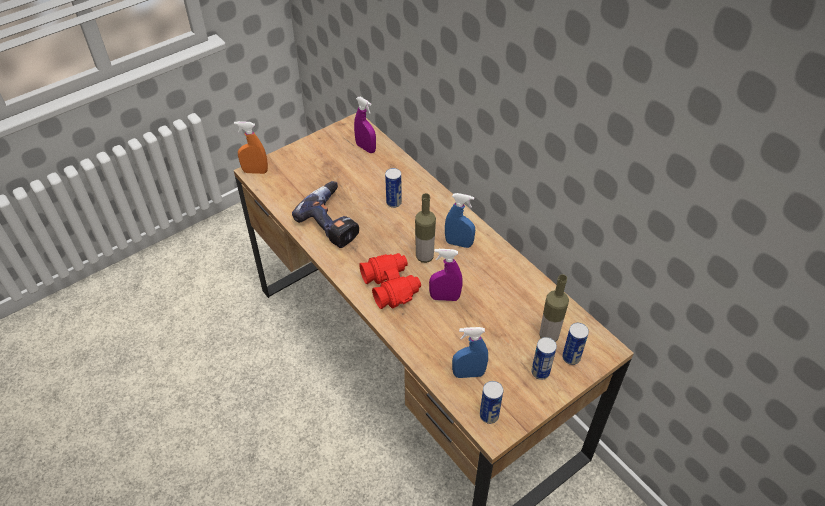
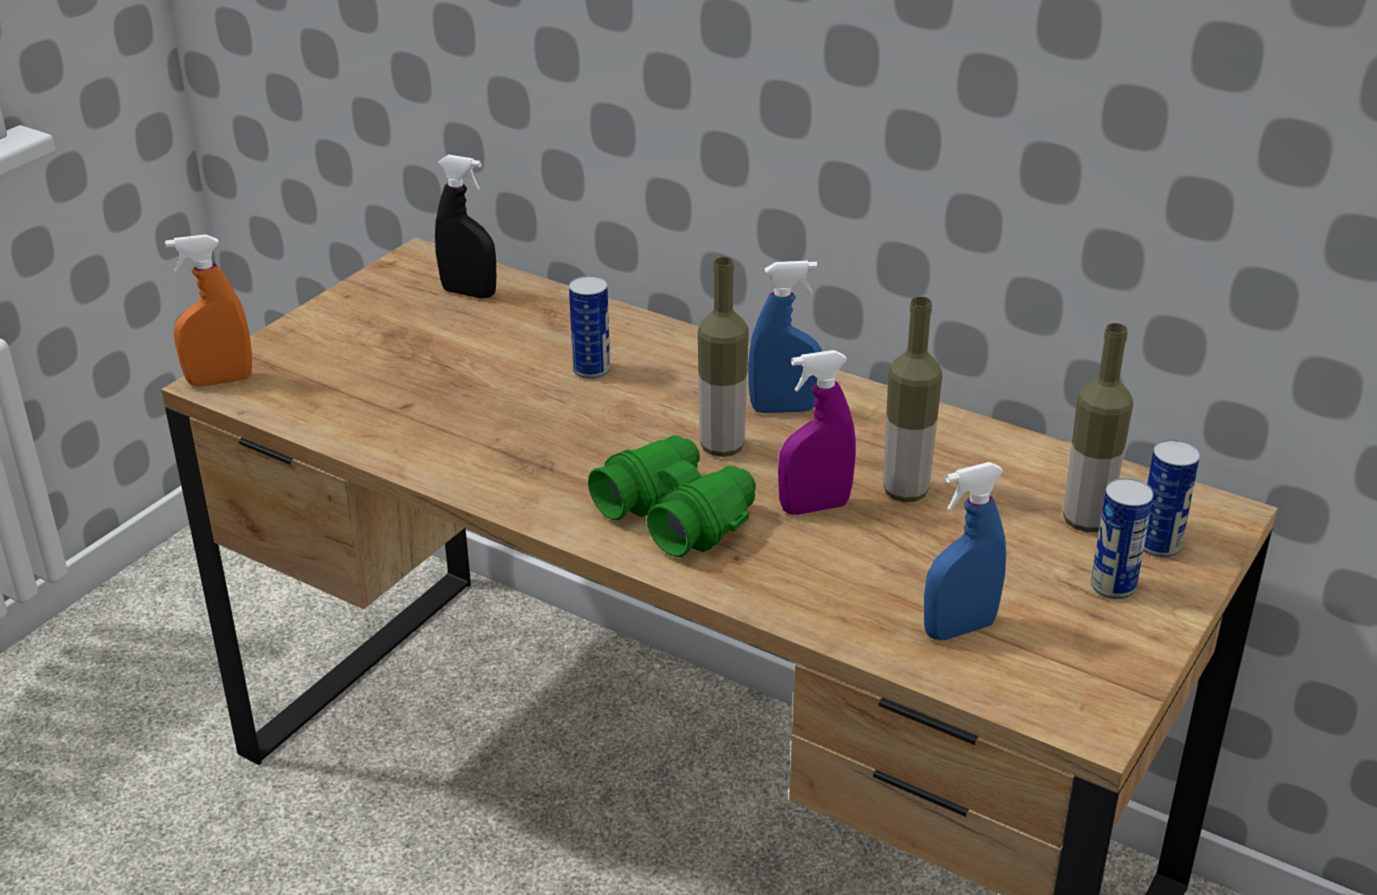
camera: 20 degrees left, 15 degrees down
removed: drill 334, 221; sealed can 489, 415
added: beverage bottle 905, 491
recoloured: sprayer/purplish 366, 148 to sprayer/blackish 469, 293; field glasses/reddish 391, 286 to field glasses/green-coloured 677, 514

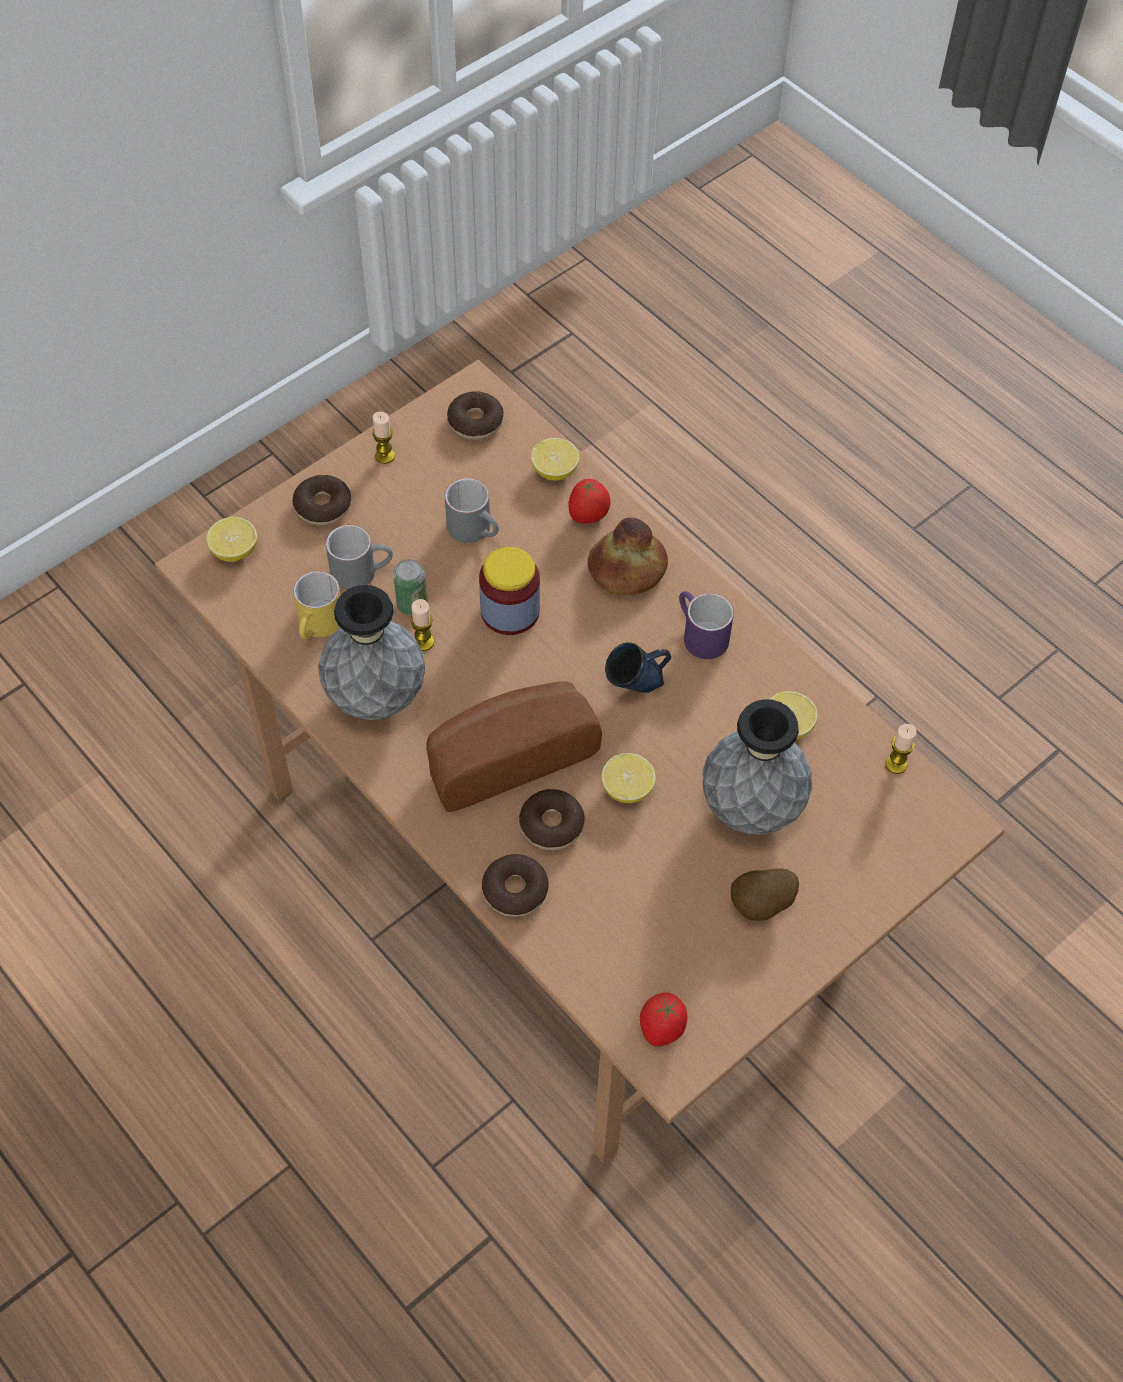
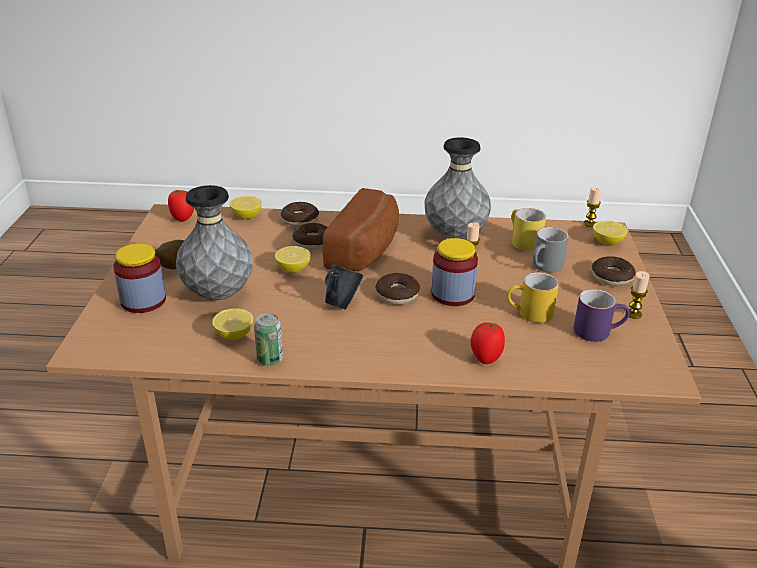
camera: 135 degrees right, 25 degrees down
removed: bread 627, 570
added: preserve jar 143, 301
moved: ring doughnut 475, 422 to 397, 295; lemon 555, 471 to 246, 216; sealed can 412, 604 to 270, 359; tea mug/purplish 698, 635 to 598, 331; candle 896, 764 to 589, 224
recoloured: tea mug/grey 476, 530 to tea mug/yellow 529, 314

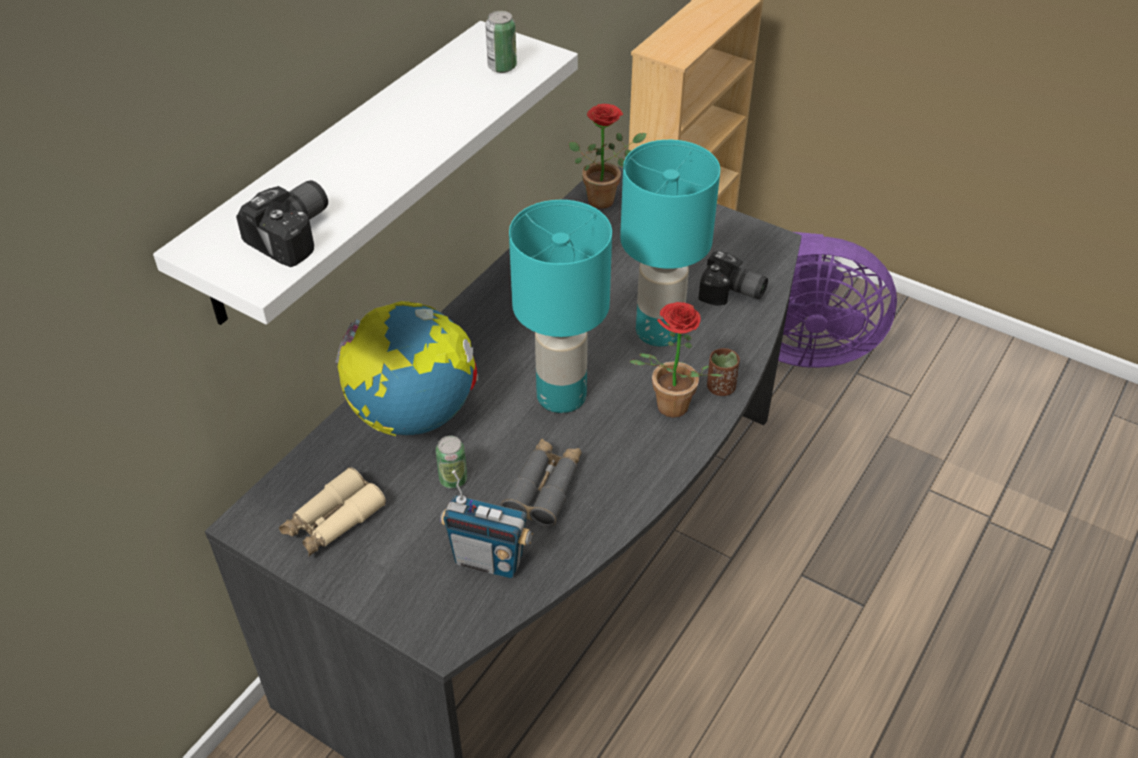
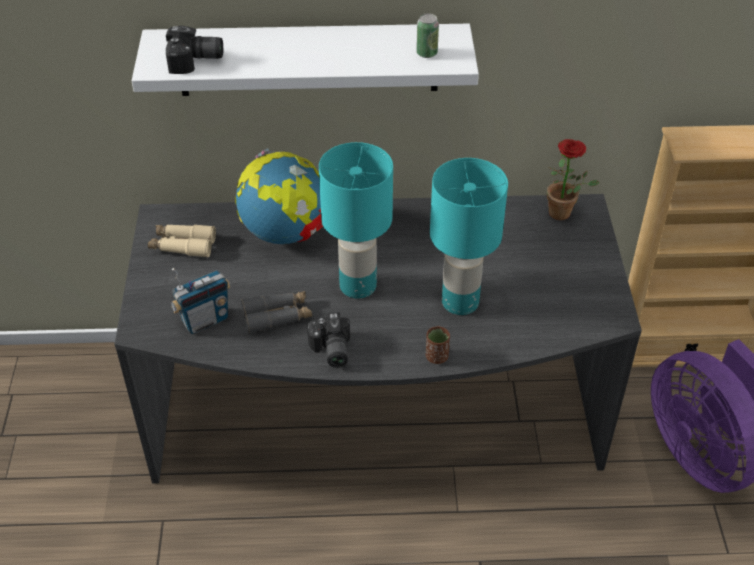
camera: 55 degrees right, 0 degrees up
removed: potted plant 668, 410; sealed can 453, 479
moved: photo camera 731, 294 to 330, 351
turned: radio 489, 560 = 205, 320 105 degrees counterclockwise

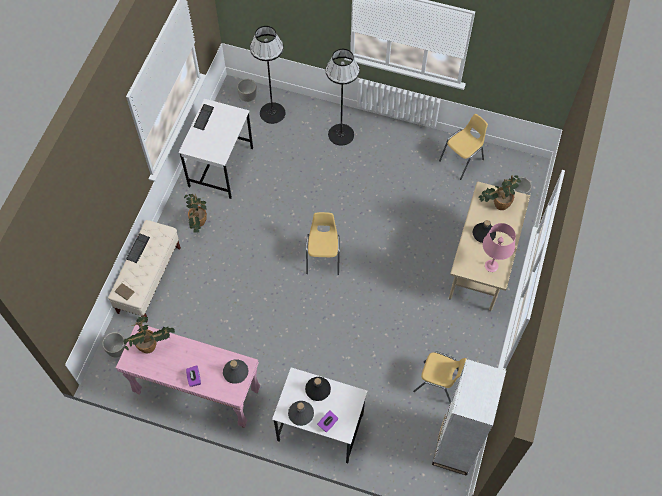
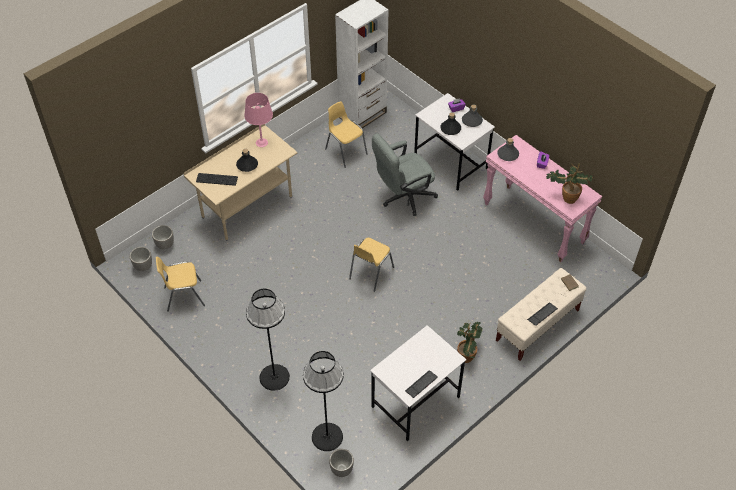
camera: 150 degrees left, 10 degrees down
added: computer chair/grey 403, 197
moved: plant pot 117, 350 to 143, 266
replaced: potted plant 497, 204 to computer keyboard 216, 180

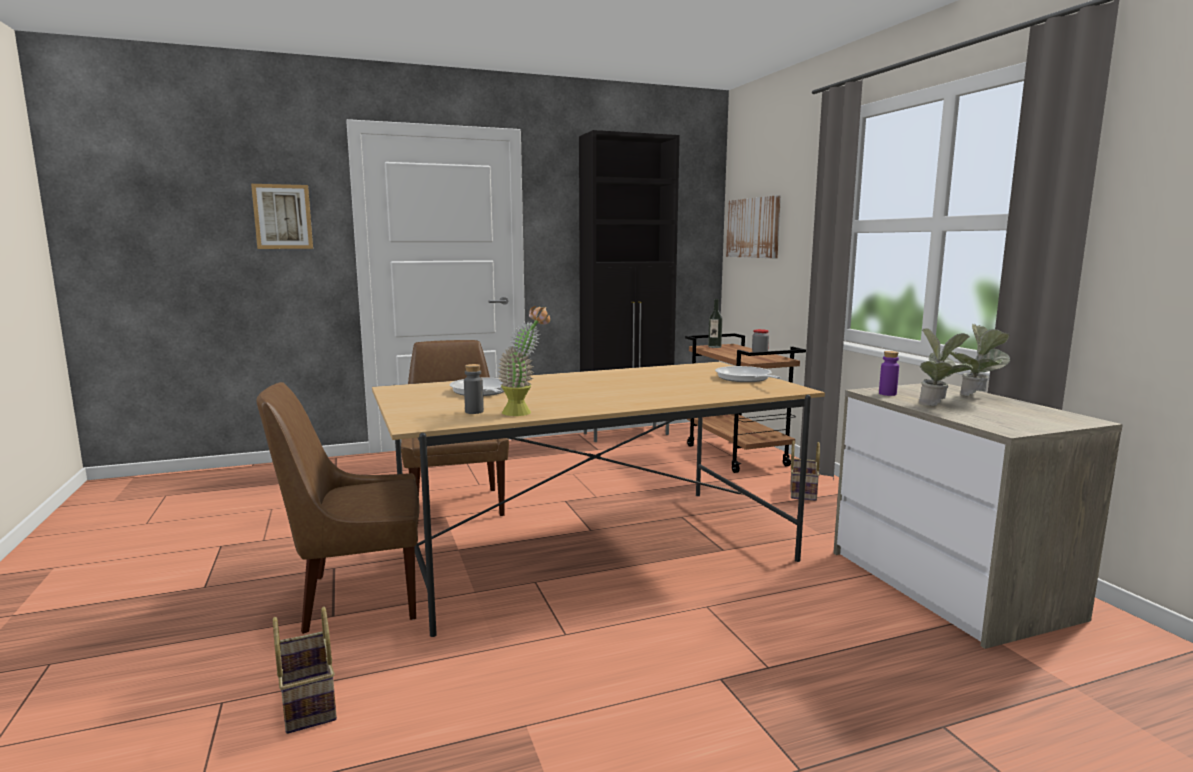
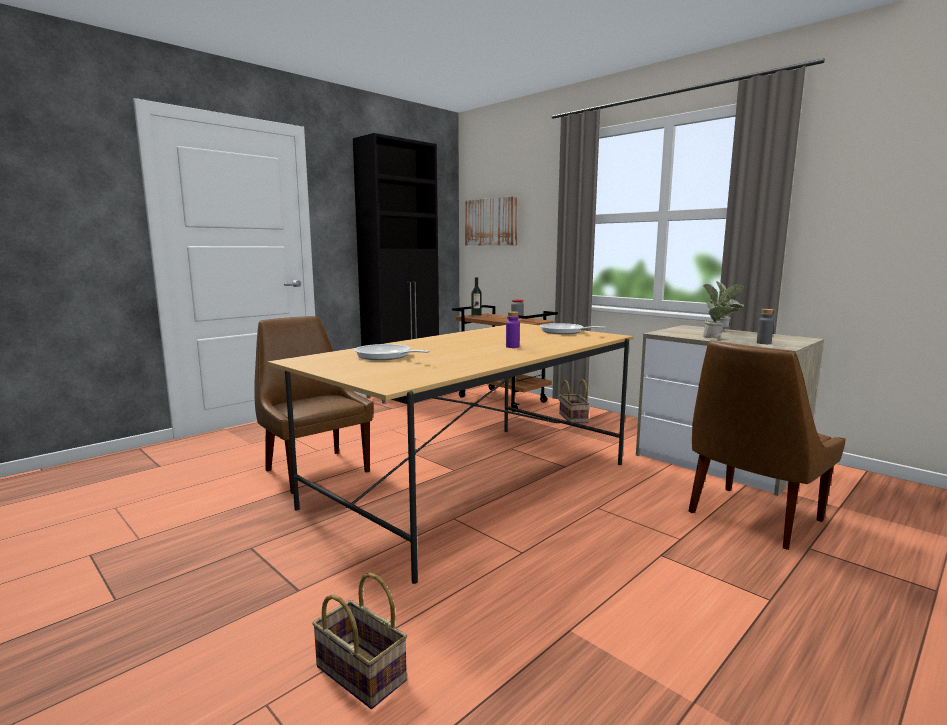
camera: 25 degrees left, 0 degrees up
removed: wall picture 283, 217; potted plant 524, 412
moved: beverage bottle/purplish 887, 394 to 512, 347; beverage bottle/grey 474, 411 to 763, 343; chair/brownish 356, 597 to 751, 518

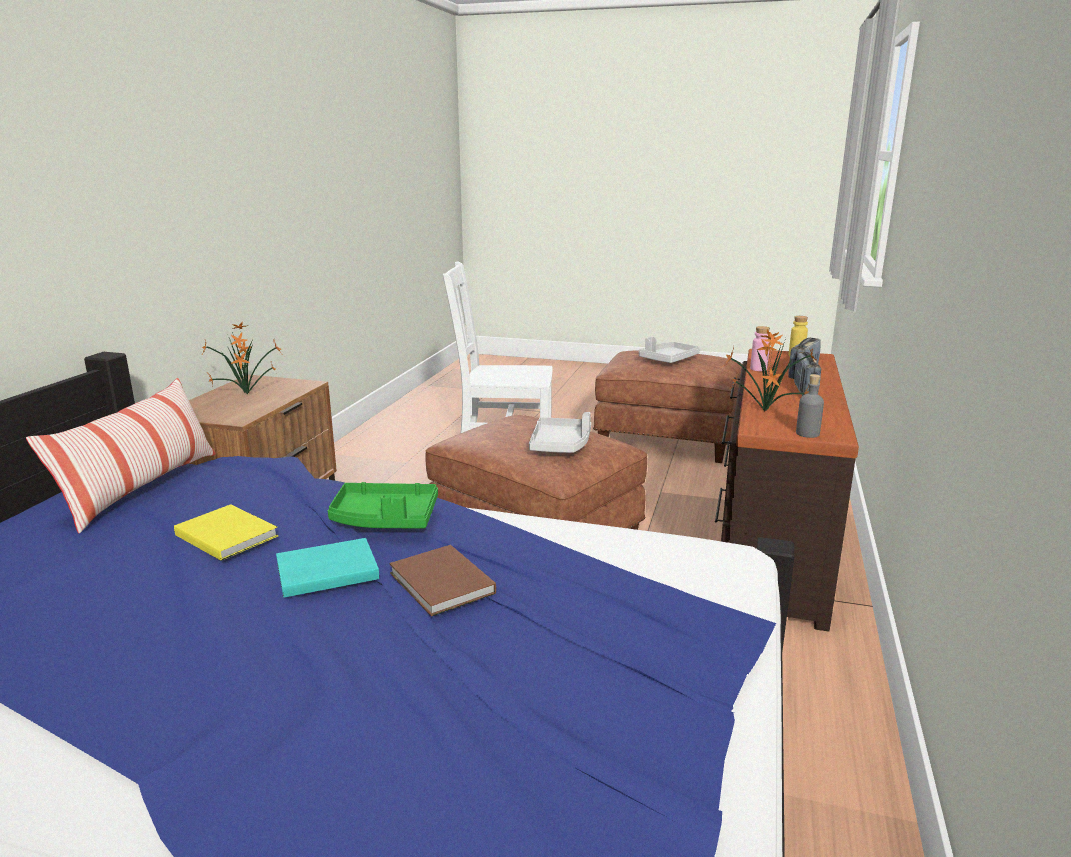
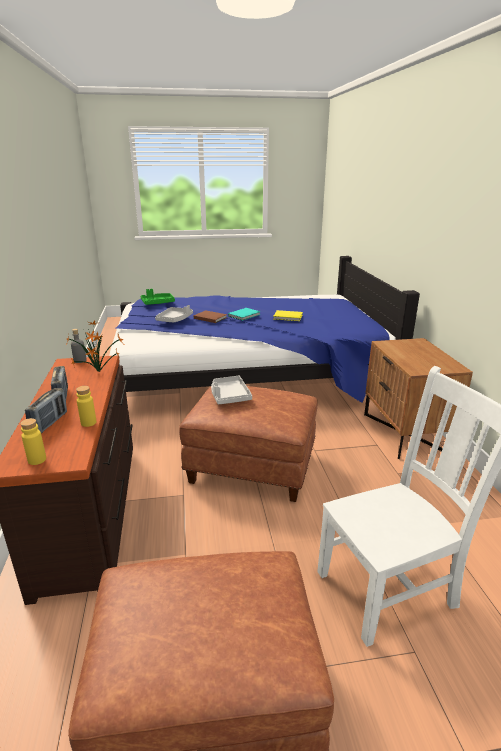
camera: 155 degrees right, 5 degrees up
removed: potted plant 249, 394; throw pillow 142, 488
moved: tray/grey 668, 359 to 175, 319; tray/green-coloured 385, 519 to 157, 303
recoloured: beverage bottle/pink-coloured 758, 369 to beverage bottle/yellow 88, 423

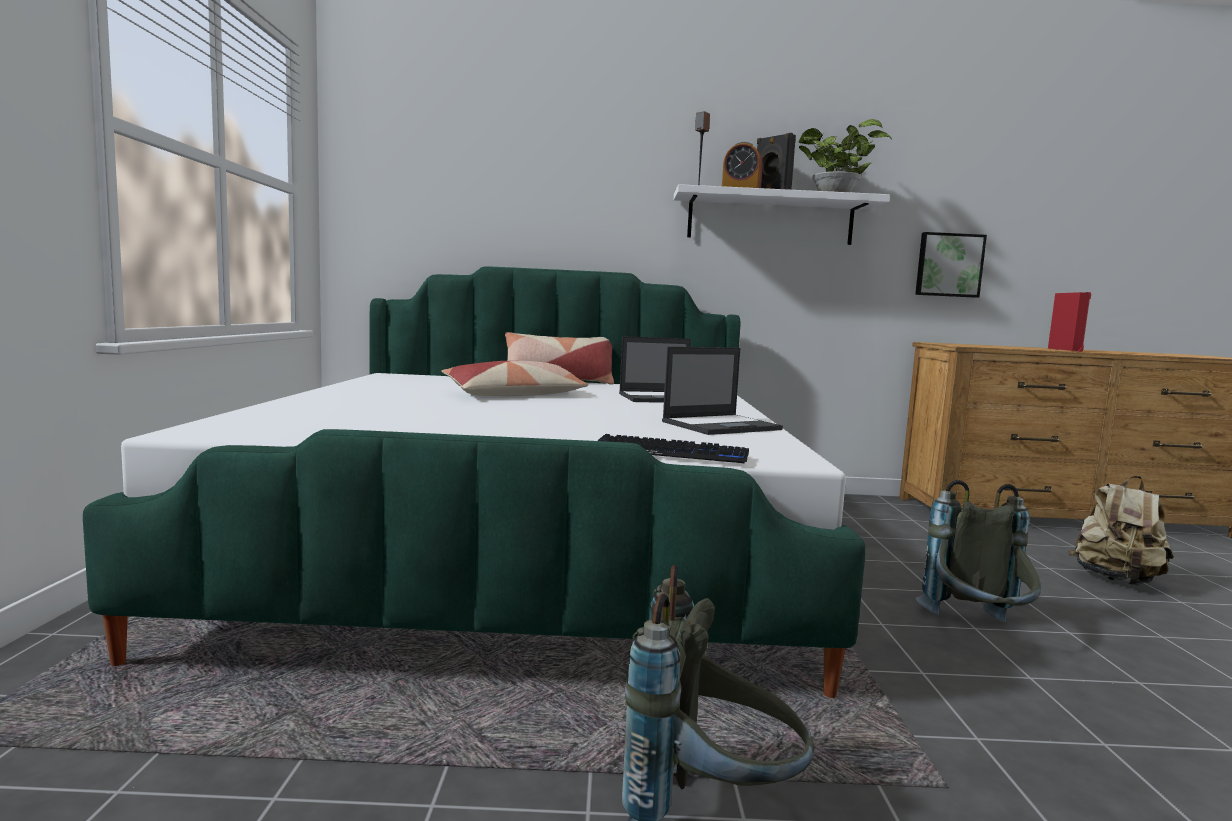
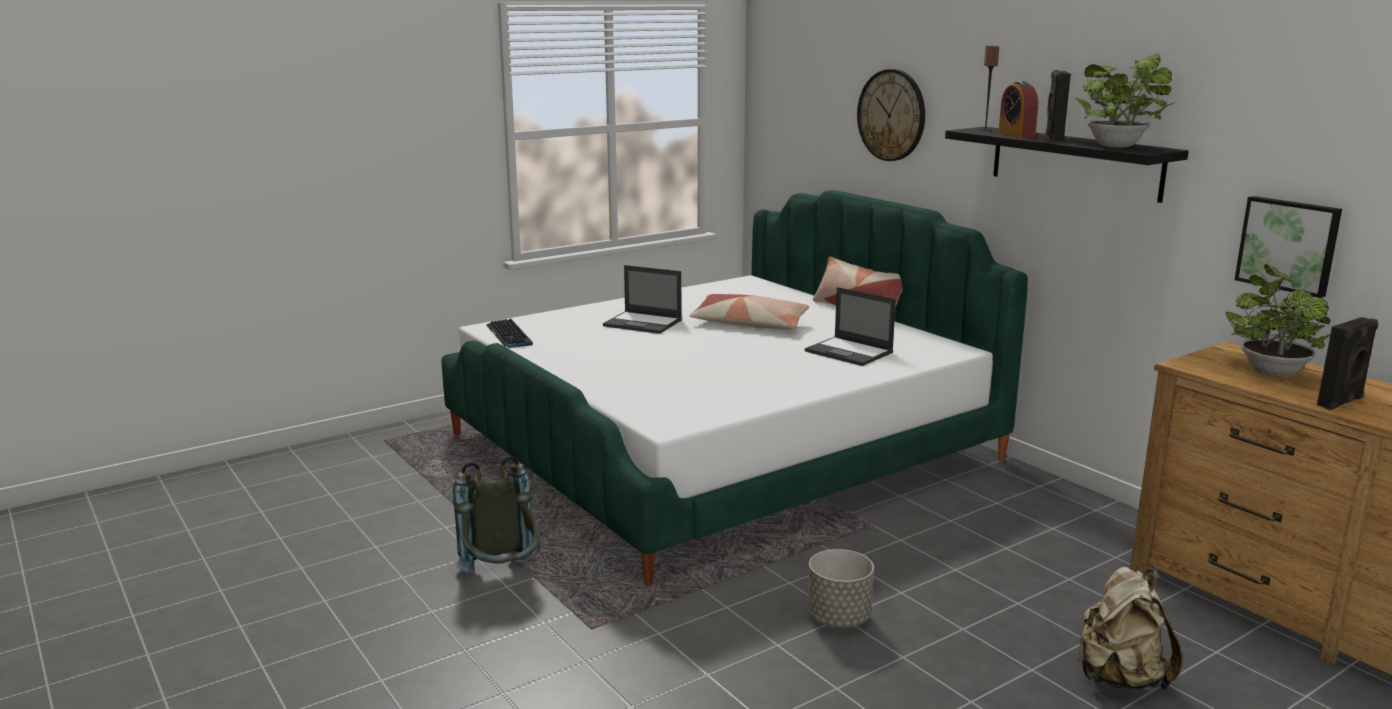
camera: 55 degrees right, 10 degrees up
added: clock on the wall 891, 115; potted plant 1270, 371
moved: laptop 722, 425 to 643, 323; computer keyboard 671, 453 to 509, 335
replaced: backpack/grey 977, 630 to plant pot/grey 839, 618
recoloured: shelf/white 770, 219 to shelf/blackish 1075, 163; audio speaker/reddish 1066, 350 to audio speaker/blackish 1341, 402

